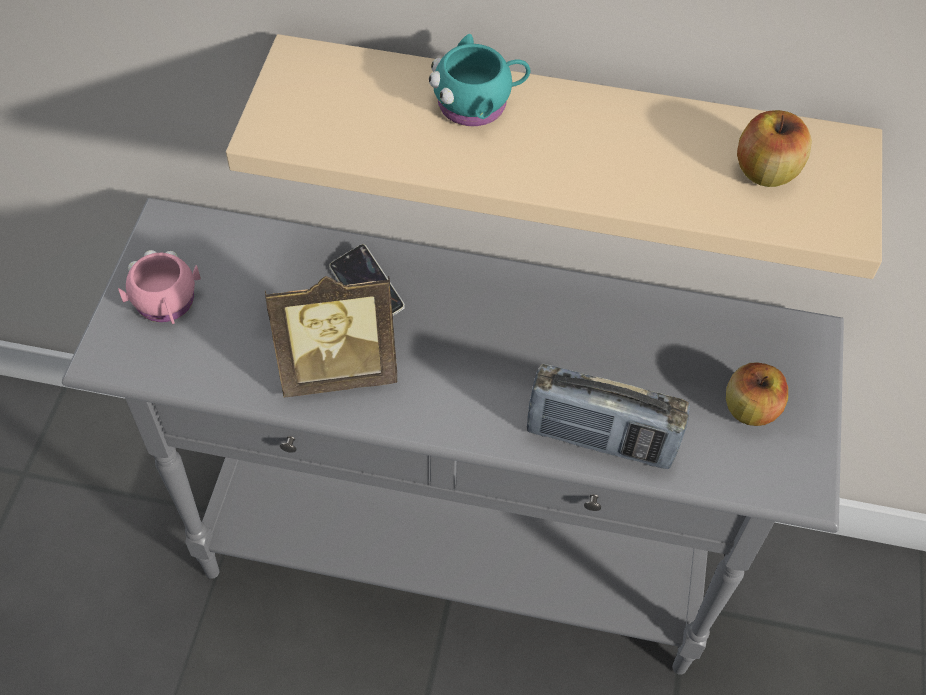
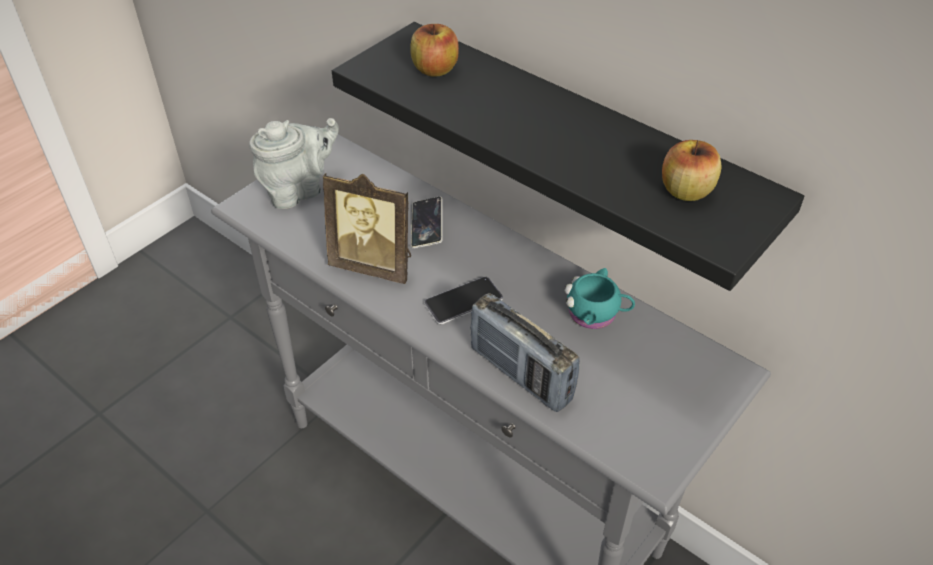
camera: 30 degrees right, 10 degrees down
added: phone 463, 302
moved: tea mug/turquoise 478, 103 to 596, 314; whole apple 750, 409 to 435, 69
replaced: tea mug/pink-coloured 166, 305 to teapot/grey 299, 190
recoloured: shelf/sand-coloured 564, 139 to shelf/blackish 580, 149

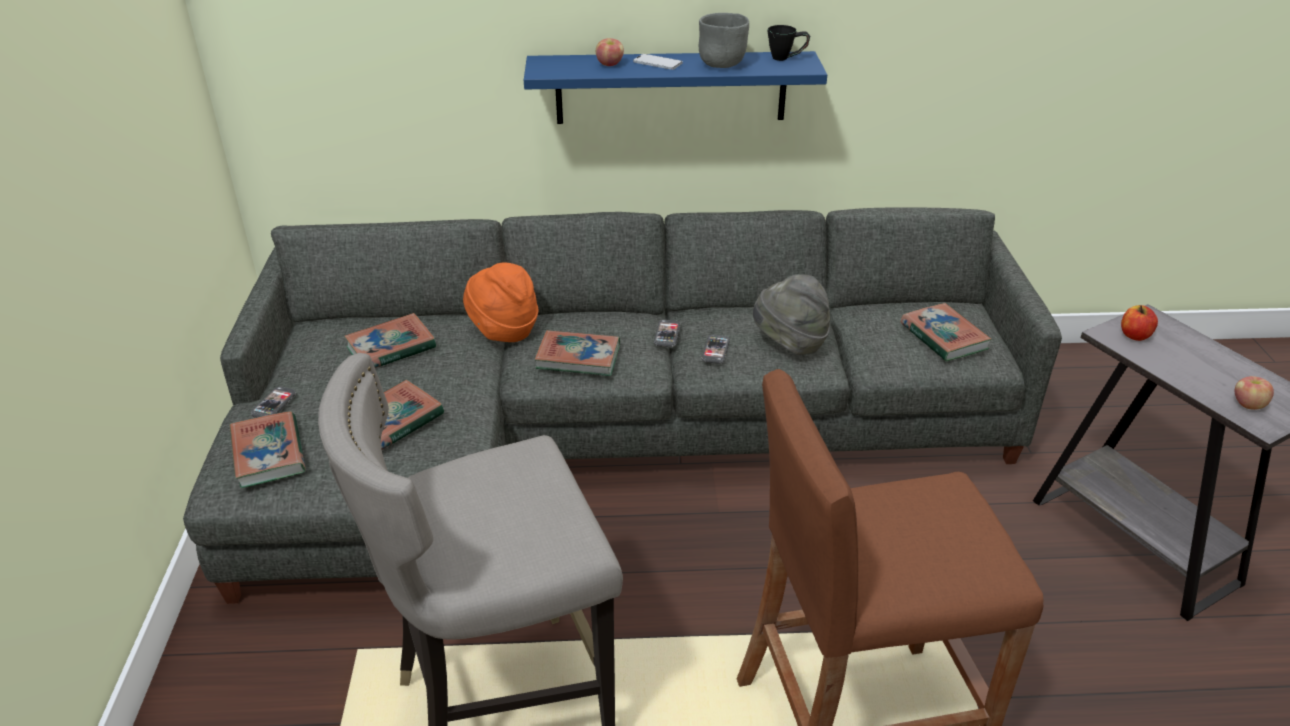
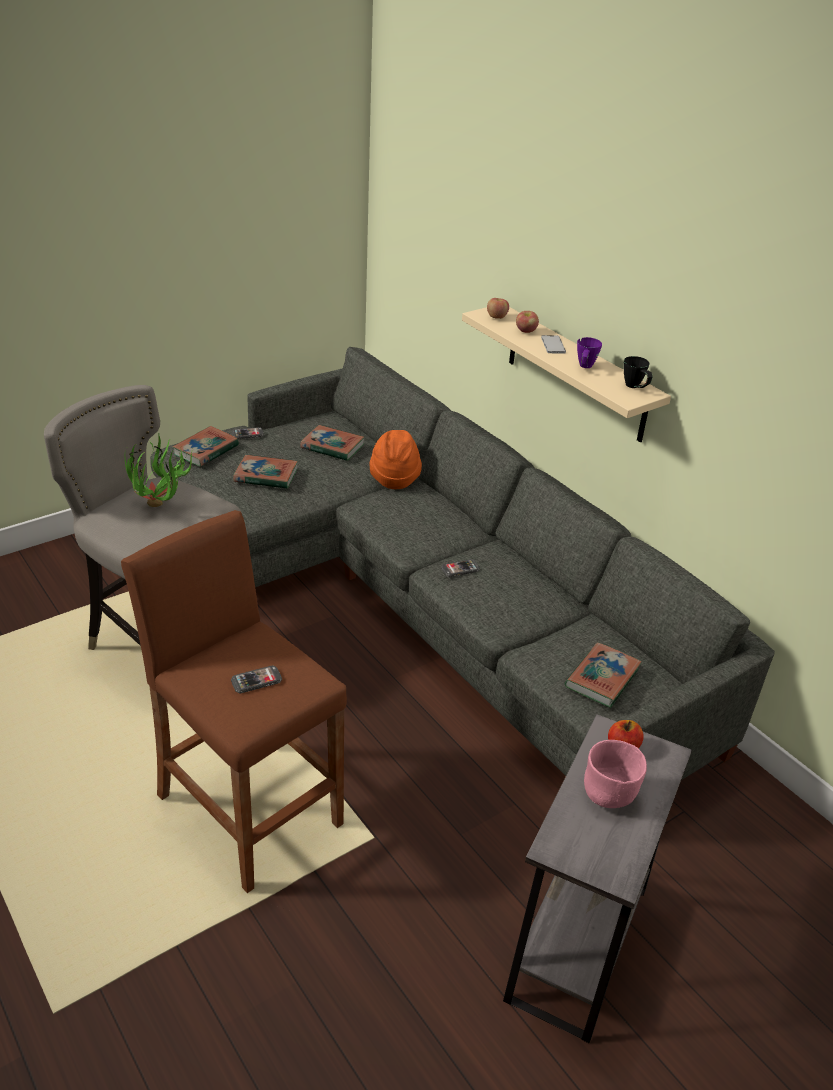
camera: 55 degrees right, 0 degrees up
removed: wearable hat/grey 789, 343; book 578, 357
added: potted plant 162, 509; deep dish/pink-coloured 610, 796
moved: phone 667, 335 to 256, 681; whole apple 1248, 404 to 496, 317
replaced: deep dish/grey 723, 65 to tea mug/purplish 585, 368
recoloured: shelf/bluish 671, 87 to shelf/sand-coloured 576, 373

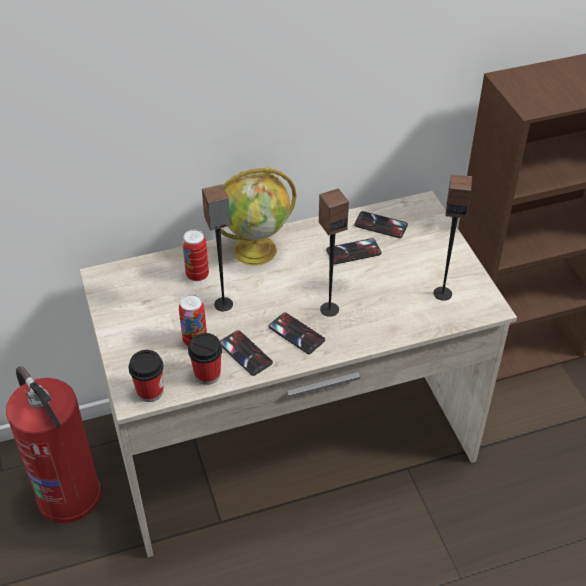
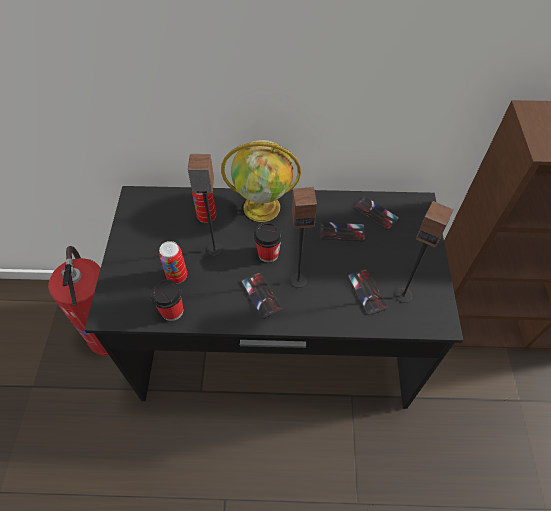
camera: 20 degrees right, 10 degrees up
moved: phone 245, 353 to 366, 292; cup 150, 391 to 268, 254
recoloured: desk table/sand-coloured 293, 444 to desk table/blackish 275, 347

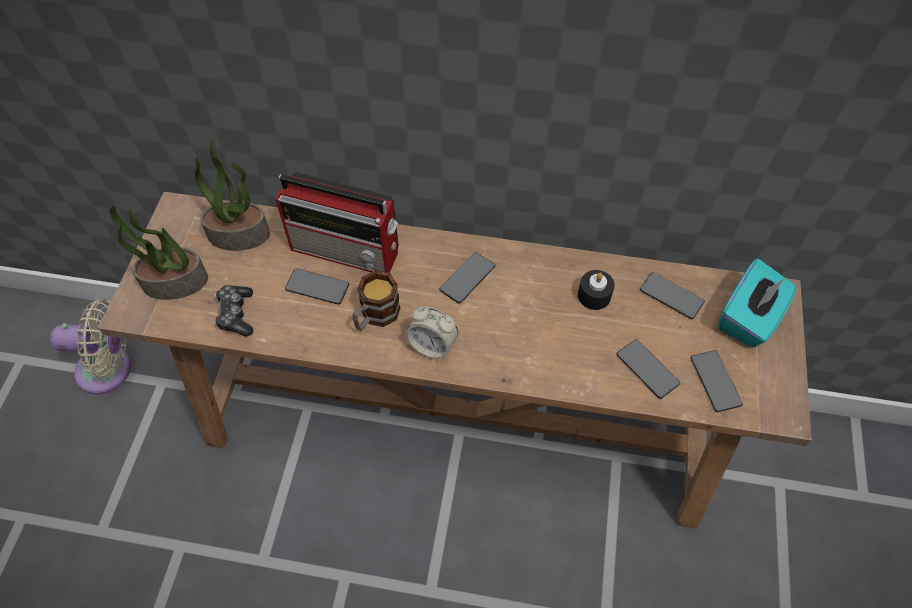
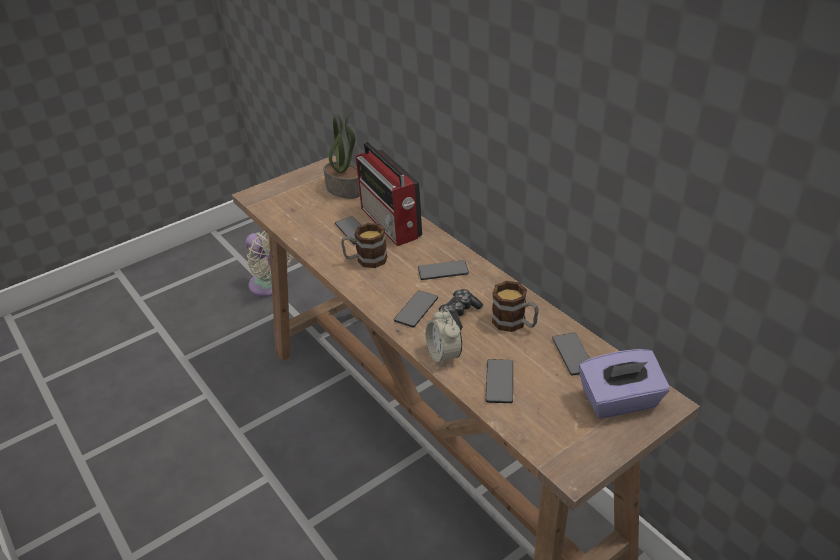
camera: 45 degrees right, 20 degrees down
removed: potted plant 175, 283
moved: joypad 236, 314 to 459, 314; alarm clock 432, 346 to 444, 355; phone 715, 381 to 416, 309
replaced: candle/blackish 594, 295 to tea mug 515, 323
recoloured: tissue holder/turquoise 749, 318 to tissue holder/purplish 620, 401

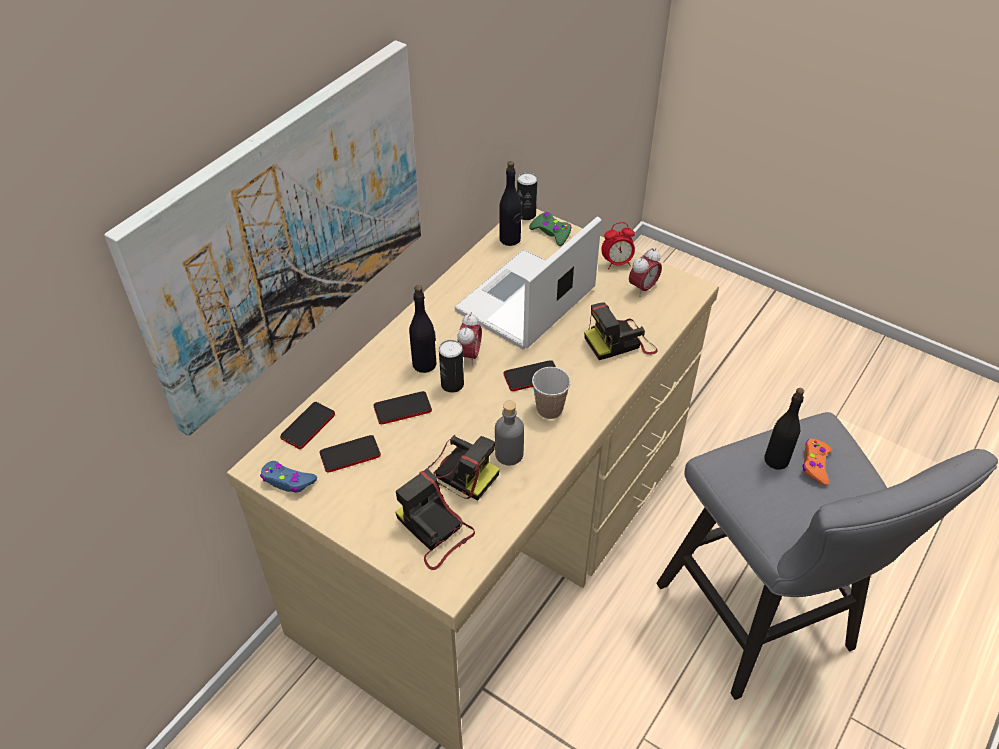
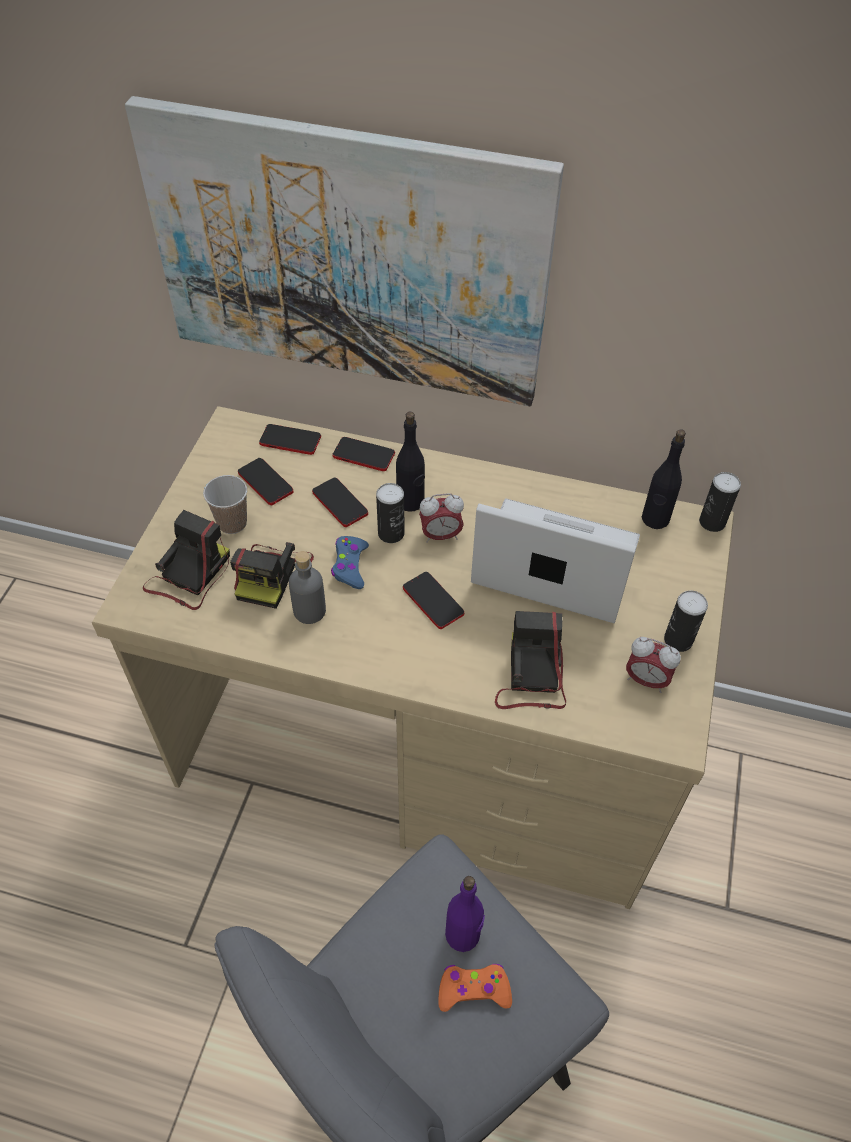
camera: 70 degrees right, 5 degrees up
removed: joypad/green-coloured 551, 232
added: phone 363, 455
moved: cup 549, 409 to 232, 523; joypad/bluish 288, 481 to 350, 566
replaced: alarm clock 617, 263 to sealed can 678, 640
recoloured: beverage bottle/blackish 776, 460 to beverage bottle/purplish 463, 934
turned: photo camera 620, 342 = 531, 676 45 degrees clockwise

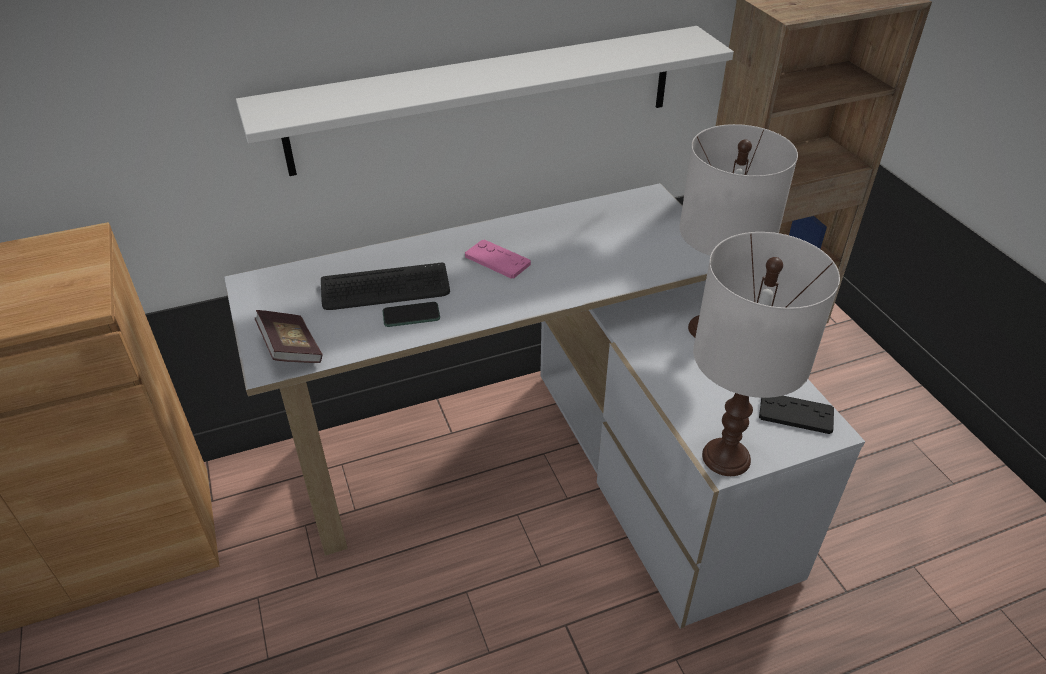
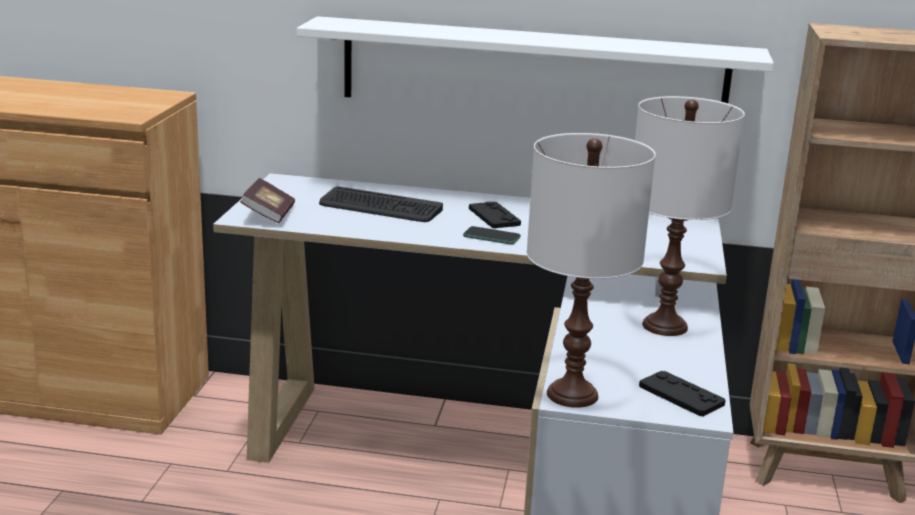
camera: 30 degrees right, 20 degrees down
moved: phone 411, 315 to 491, 237
recoloured: joypad/pink-coloured 497, 260 to joypad/blackish 494, 216

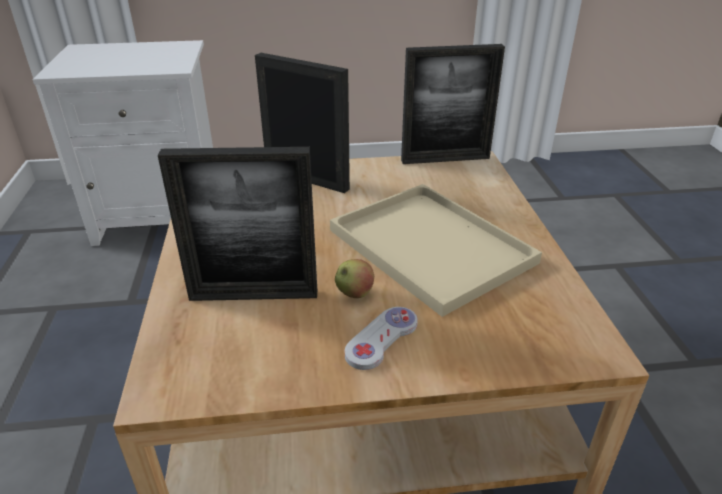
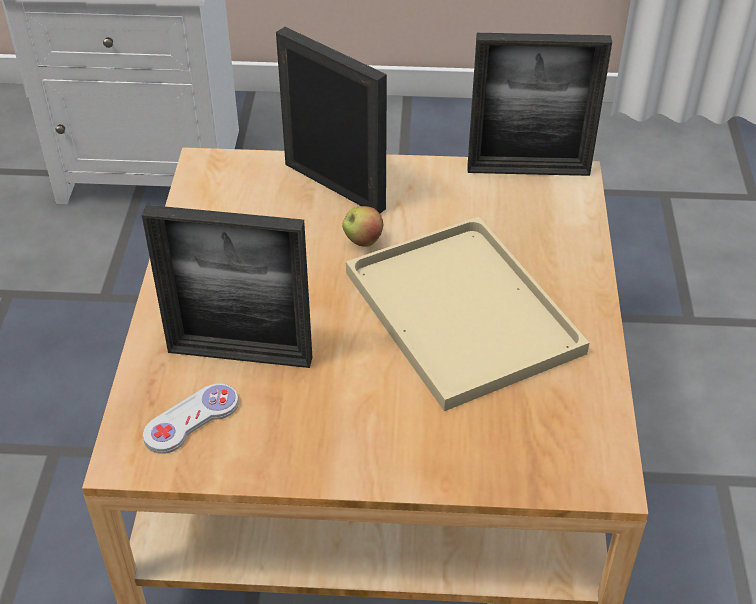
camera: 10 degrees right, 10 degrees up
moved: whole apple 354, 293 to 363, 241; joypad/white 381, 339 to 191, 420

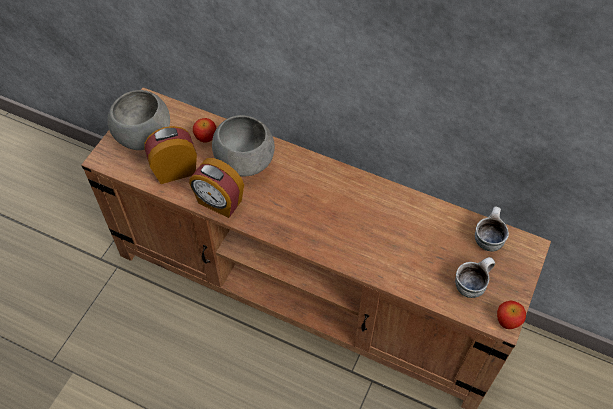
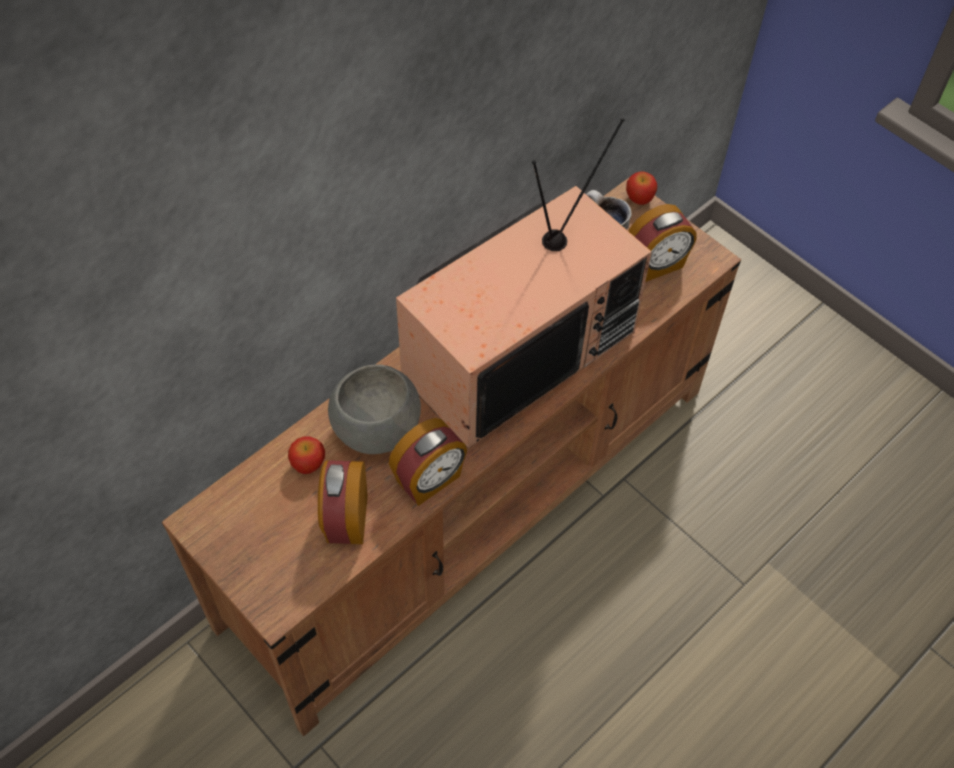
camera: 70 degrees left, 0 degrees up
removed: deep dish/grey 143, 136
added: TV set 518, 350
moved: whole apple 507, 321 to 639, 198
replaced: tea mug 471, 283 to alarm clock 655, 265

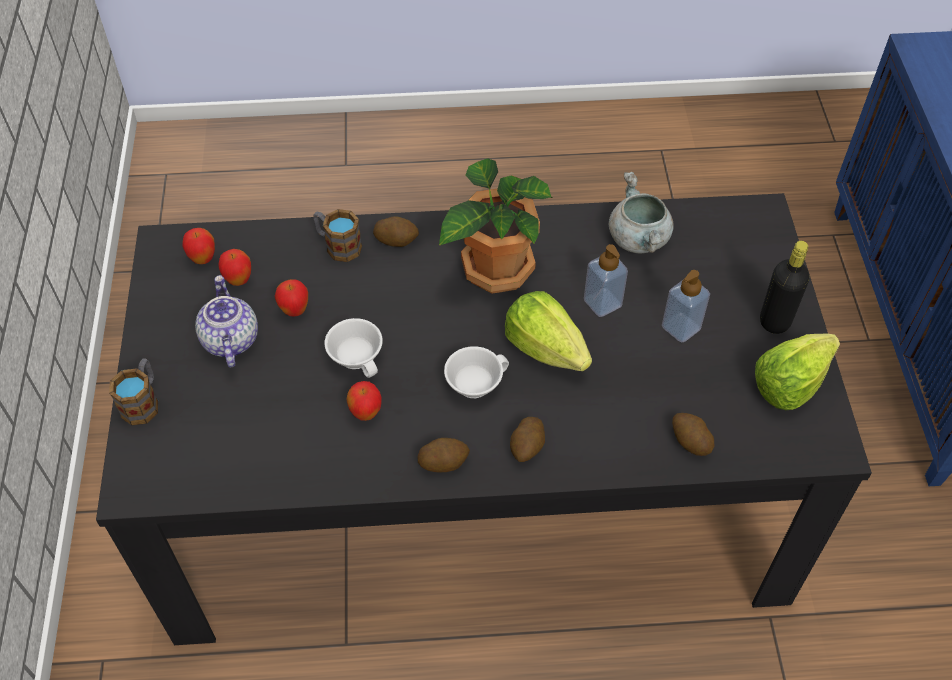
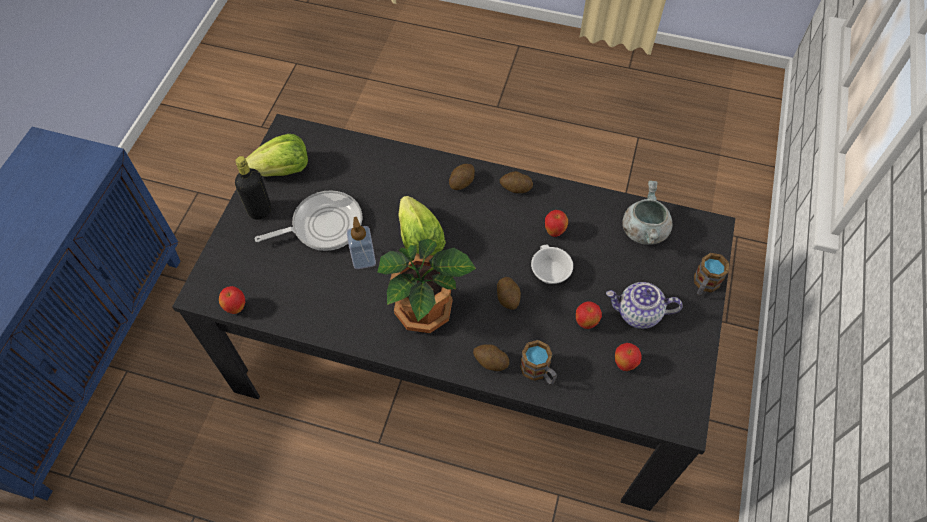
camera: 160 degrees left, 5 degrees up
removed: cup/white 474, 381
moved: stockpot/grey 640, 239 to 643, 230; whole apple 203, 259 to 236, 308; spud 690, 441 to 508, 298
replaced: liquid soap bottle 681, 327 to skillet 323, 225
turned: teapot 229, 340 = 638, 313 90 degrees clockwise

